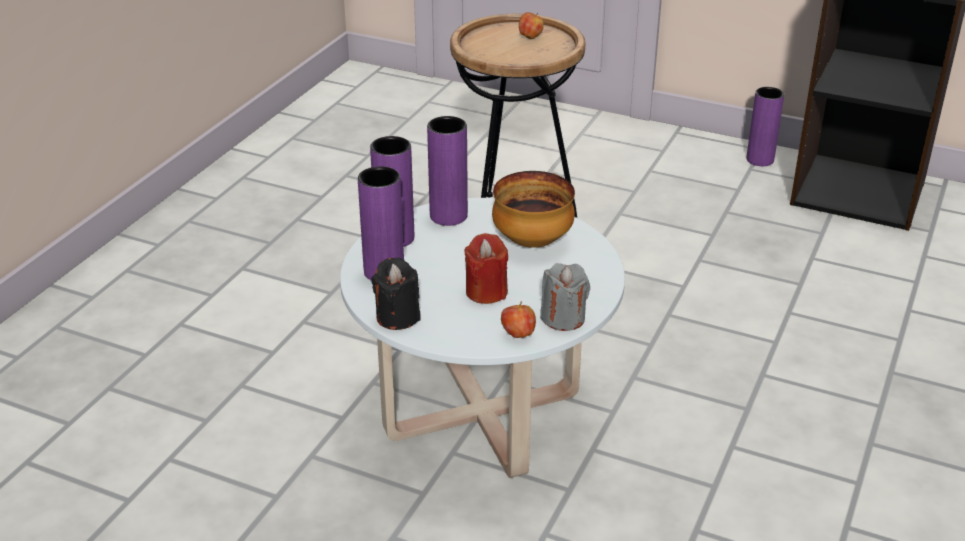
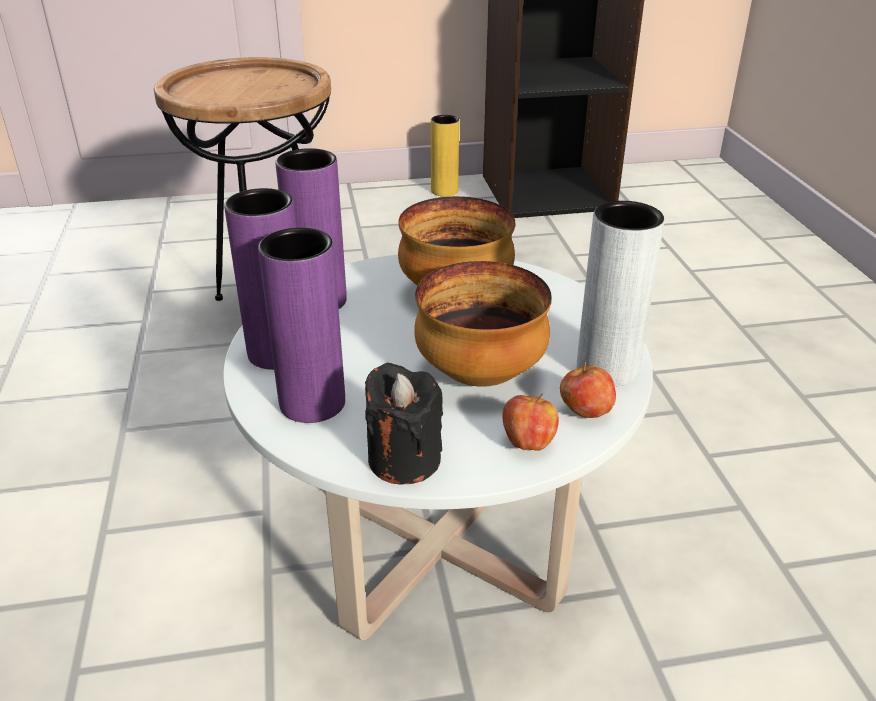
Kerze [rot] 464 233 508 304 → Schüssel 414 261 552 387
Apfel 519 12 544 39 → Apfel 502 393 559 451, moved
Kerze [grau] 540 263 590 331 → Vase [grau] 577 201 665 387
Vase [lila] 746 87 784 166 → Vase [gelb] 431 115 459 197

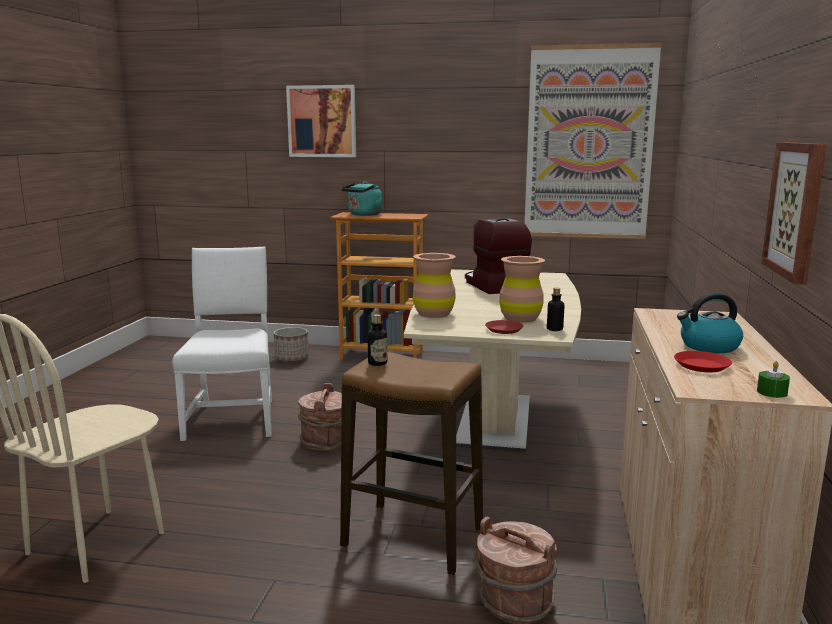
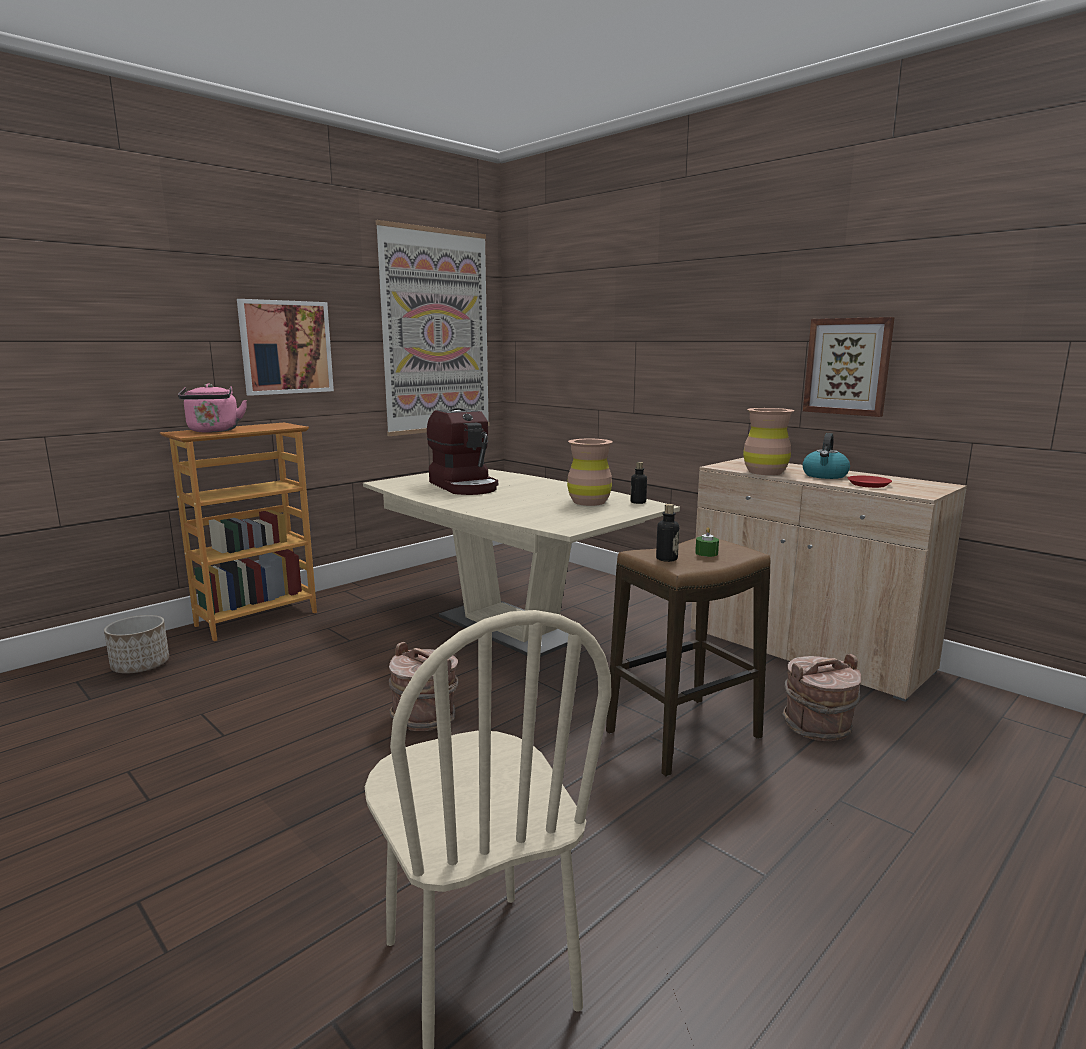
Stuhl [weiß] 172 247 272 441 → -
Bild 286 85 356 157 → Bild 237 299 334 396, moved
Wasserkessel [türkis] 341 181 383 216 → Wasserkessel [rosa] 178 383 247 432
Vase [braun] 413 253 456 318 → Vase [braun] 743 408 794 475, moved
Kaffeemaschine 465 218 532 294 → Kaffeemaschine 427 408 498 495, 135 degrees counterclockwise
Teller [rot] 485 320 524 334 → -
Kerze [grün] 757 361 790 398 → Kerze [grün] 695 527 719 557, moved

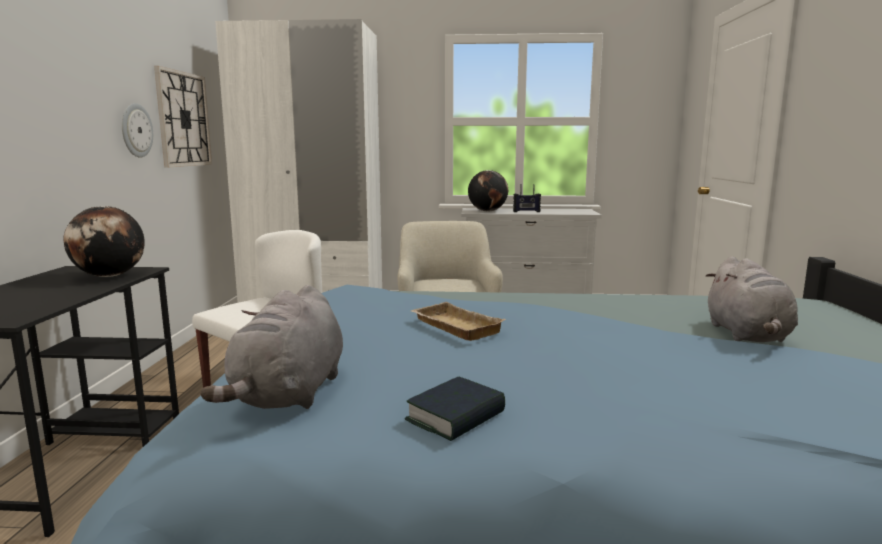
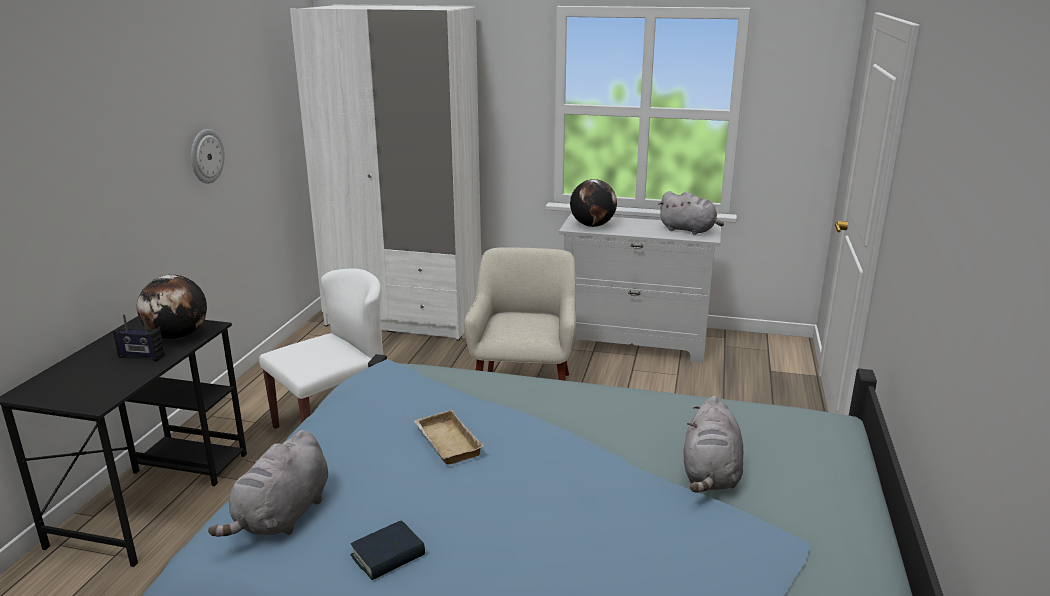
Wanduhr 154 66 212 167 → -
Radio 513 184 541 212 → Radio 113 314 165 361, moved
- → Plüschtier [grau] 658 191 724 235

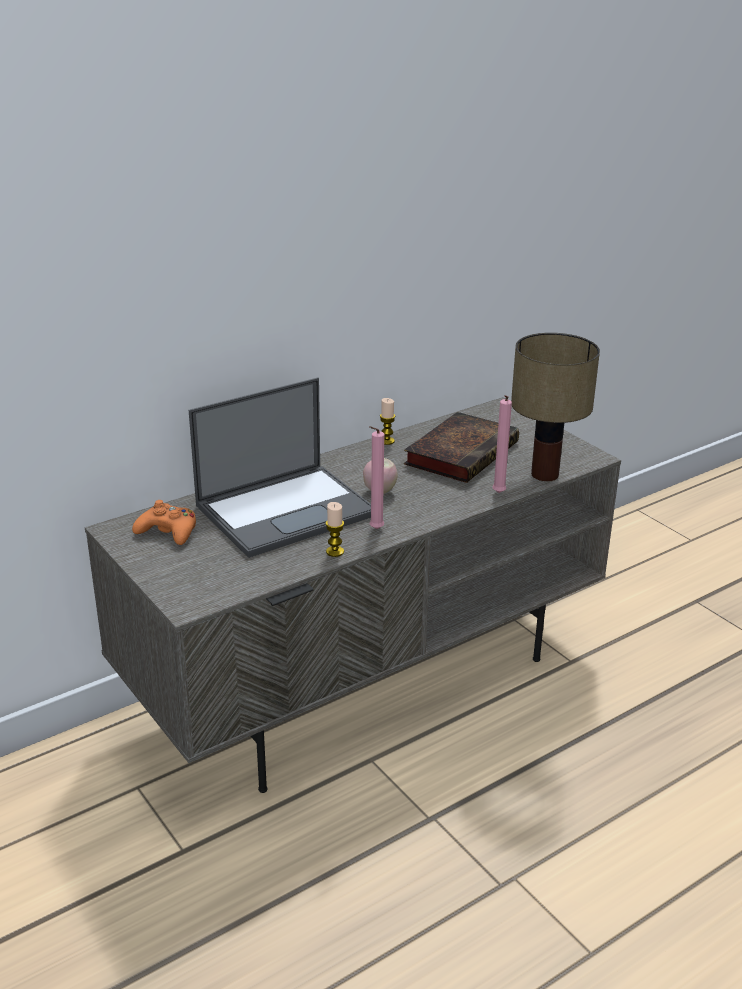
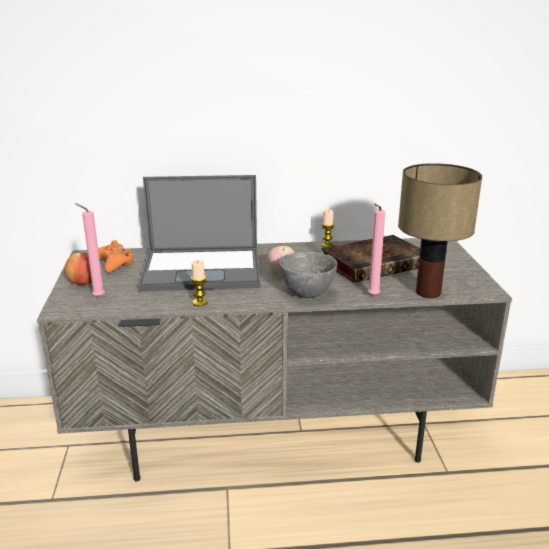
Kerze [rosa] 369 426 384 529 → Kerze [rosa] 75 203 105 297, moved
- → Apfel 65 252 92 285
- → Schüssel [grau] 279 251 337 298

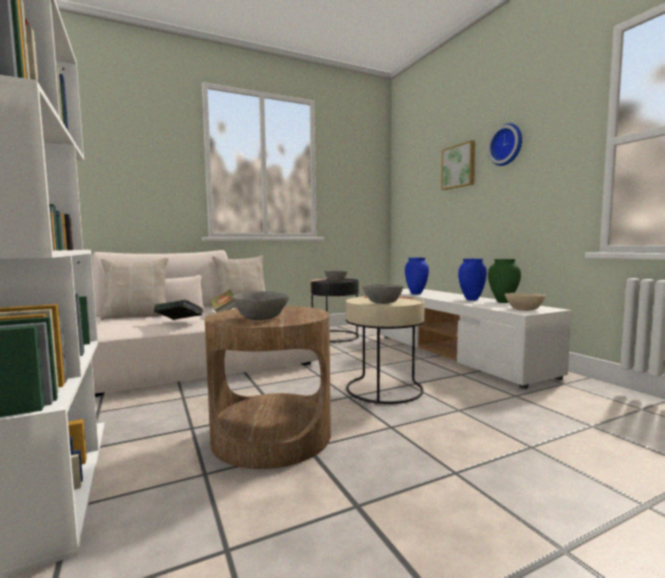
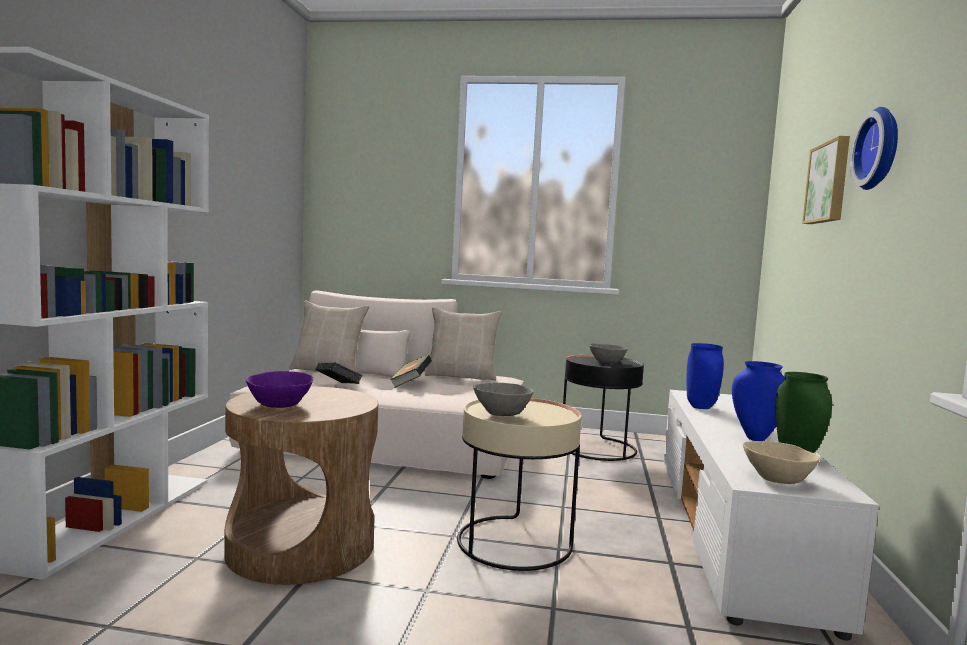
Schüssel [grau] 232 291 290 320 → Schüssel [lila] 246 371 314 408

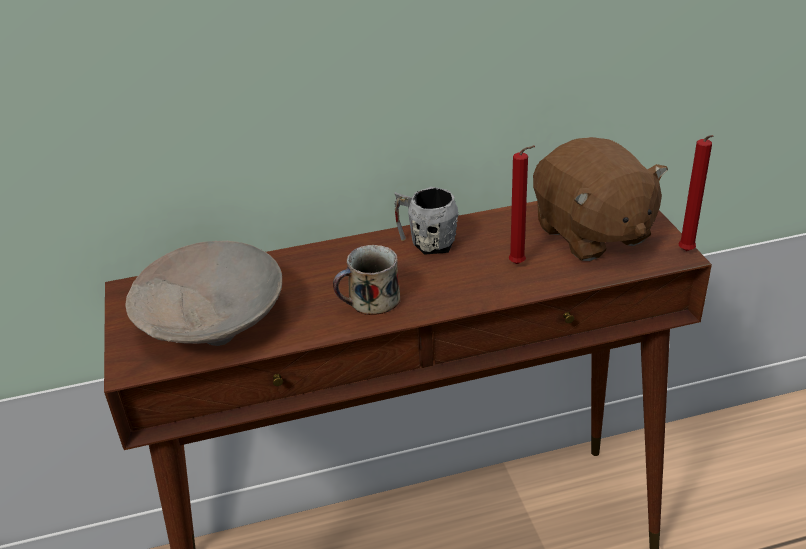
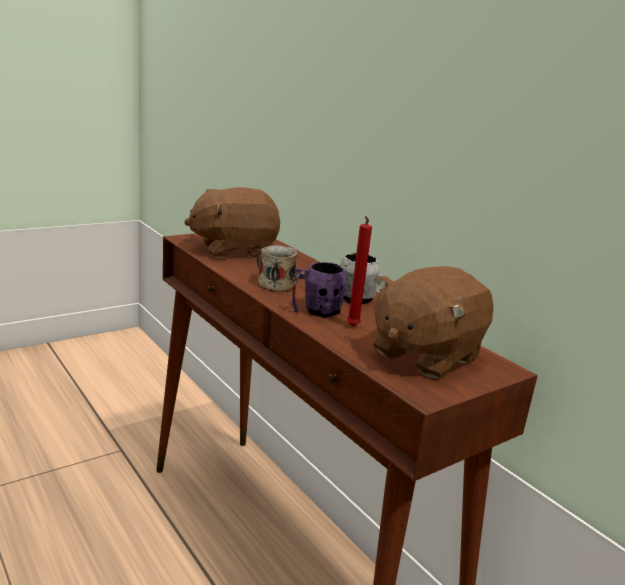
Schüssel [beige] 125 241 282 346 → Plüschtier [braun] 184 187 280 258
Kerze [rot] 679 135 713 251 → -
- → Henkelbecher [lila] 292 262 347 317

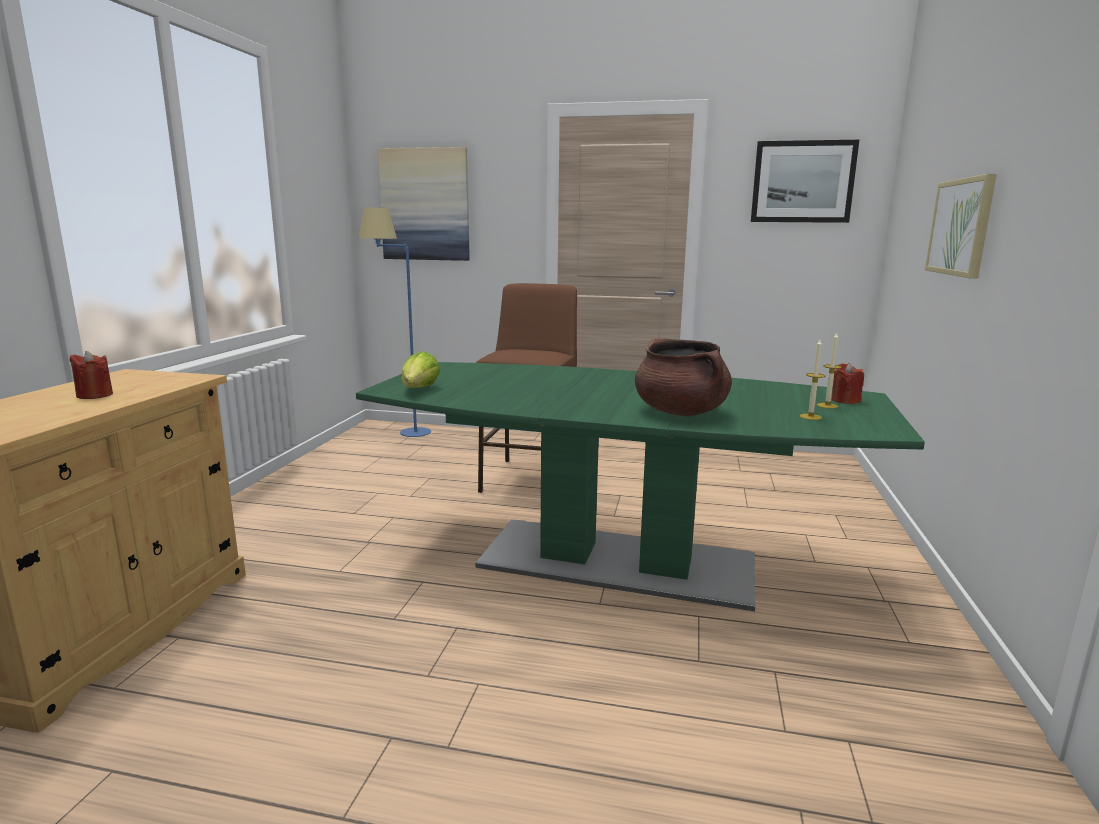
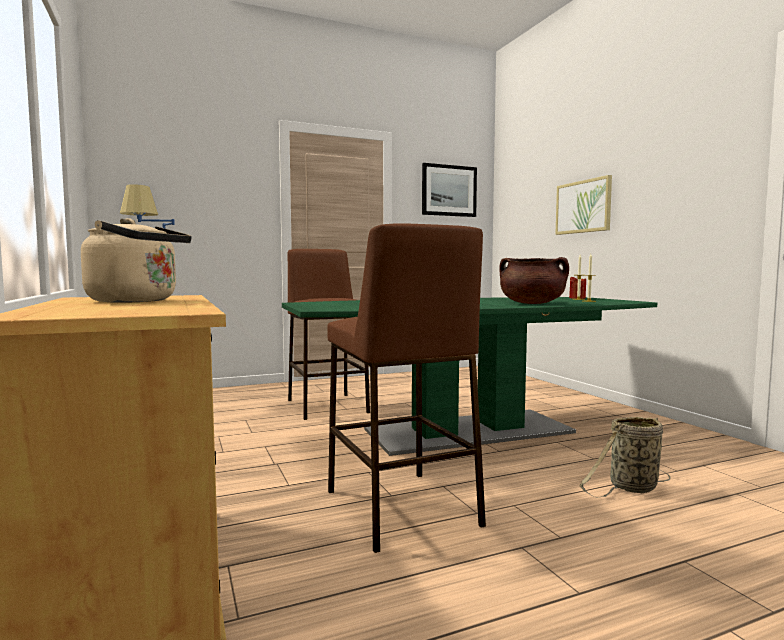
Kerze [rot] 70 351 113 399 → Wasserkessel [beige] 81 218 192 303
Bild 378 147 470 261 → -
Salatkopf 402 351 440 388 → -
- → Hocker [braun] 327 223 486 553
- → Korb 580 417 671 498

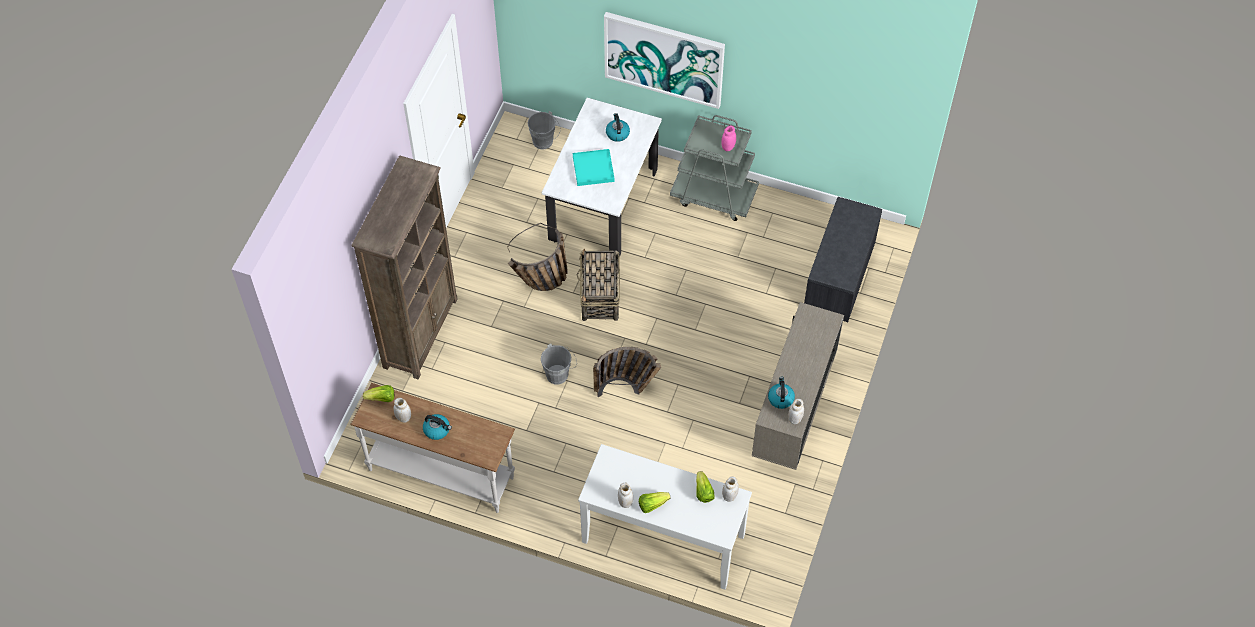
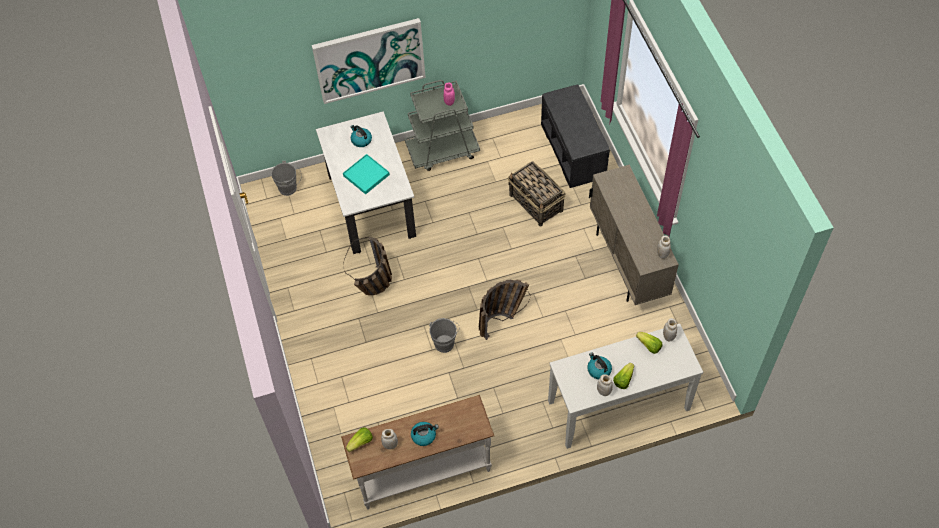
Bücherregal [braun] 352 155 458 380 → -
Korb 577 249 620 321 → Korb 508 161 565 226, moved
Wasserkessel 768 377 795 409 → Wasserkessel 587 352 612 379, moved

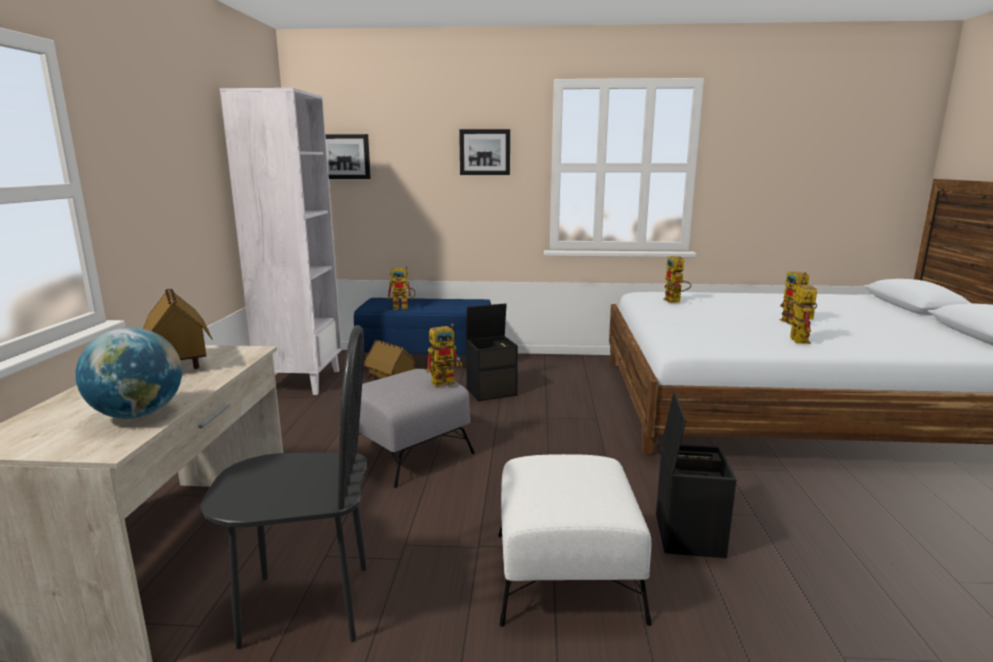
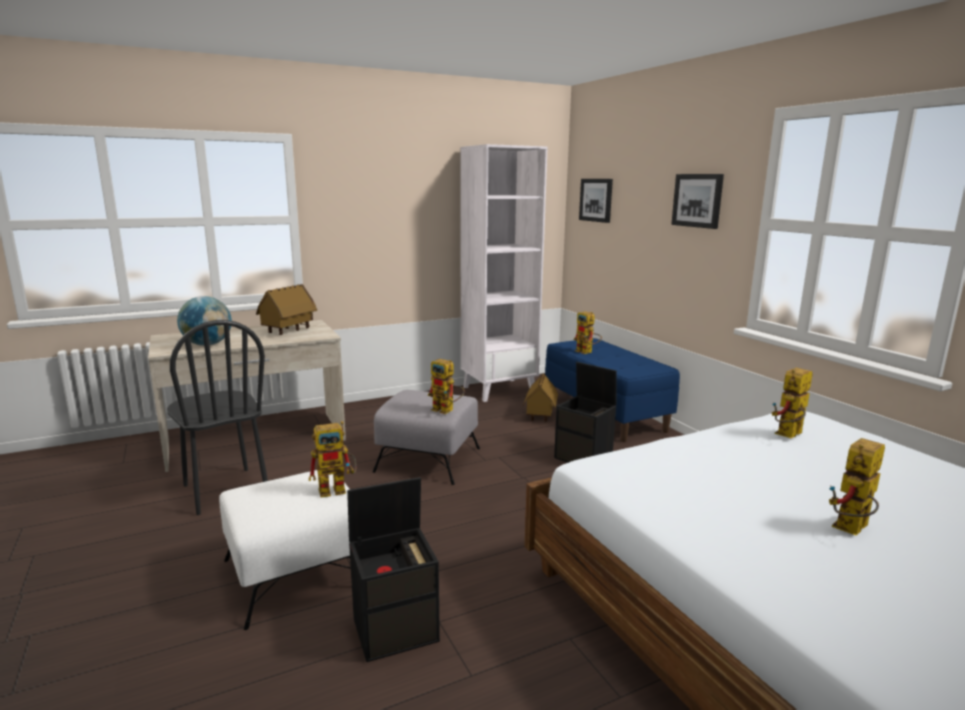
Spielzeugroboter 782 281 817 344 → Spielzeugroboter 309 421 356 498, moved

